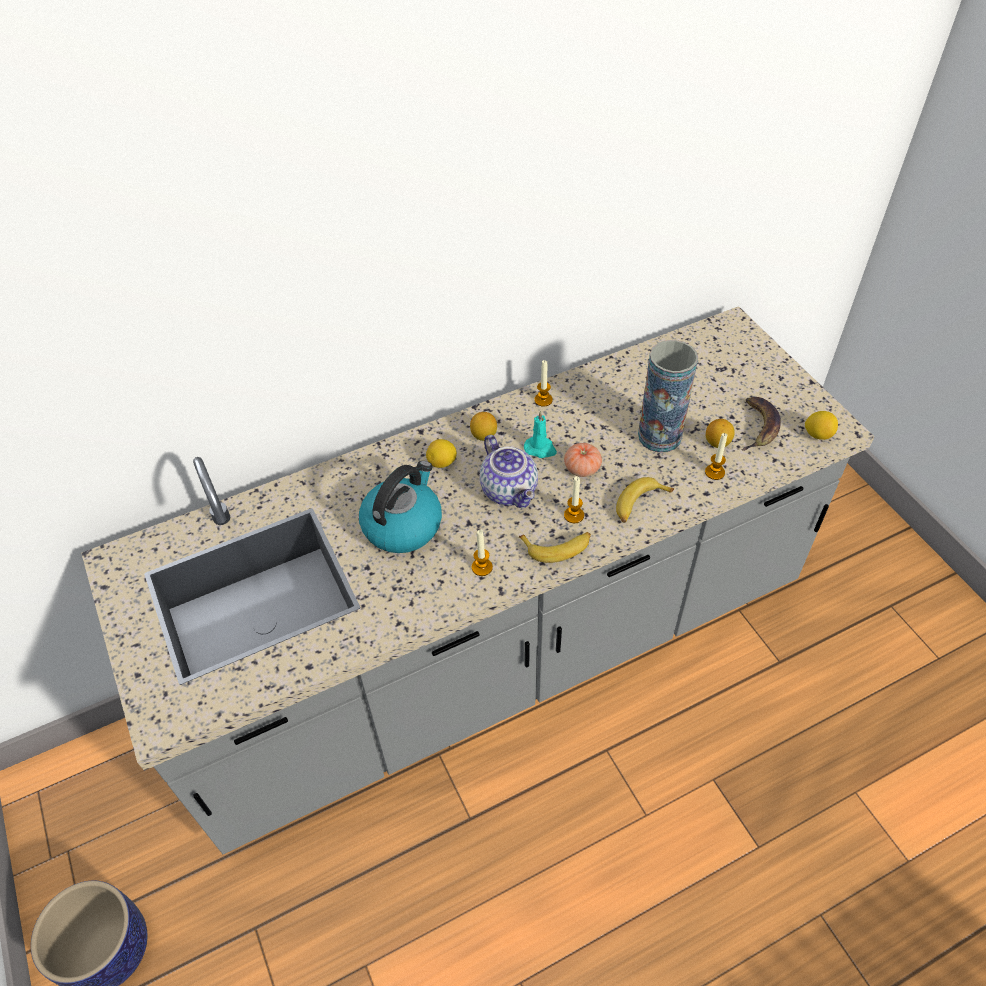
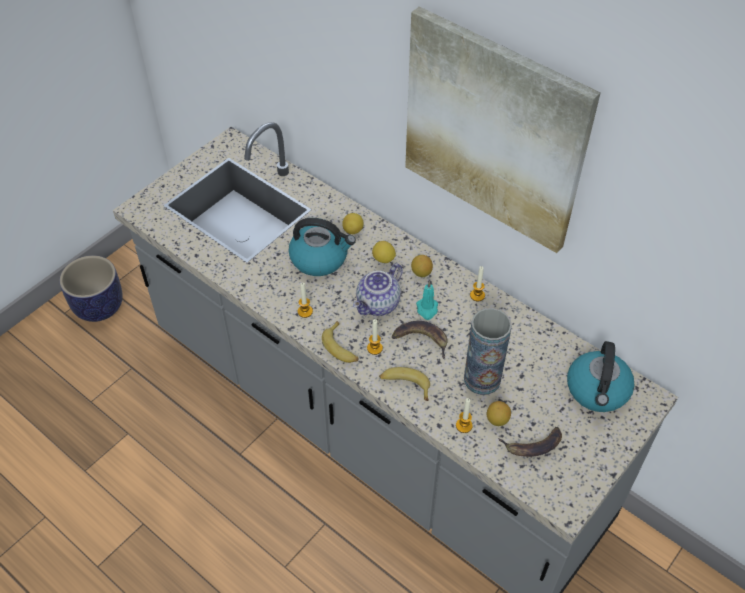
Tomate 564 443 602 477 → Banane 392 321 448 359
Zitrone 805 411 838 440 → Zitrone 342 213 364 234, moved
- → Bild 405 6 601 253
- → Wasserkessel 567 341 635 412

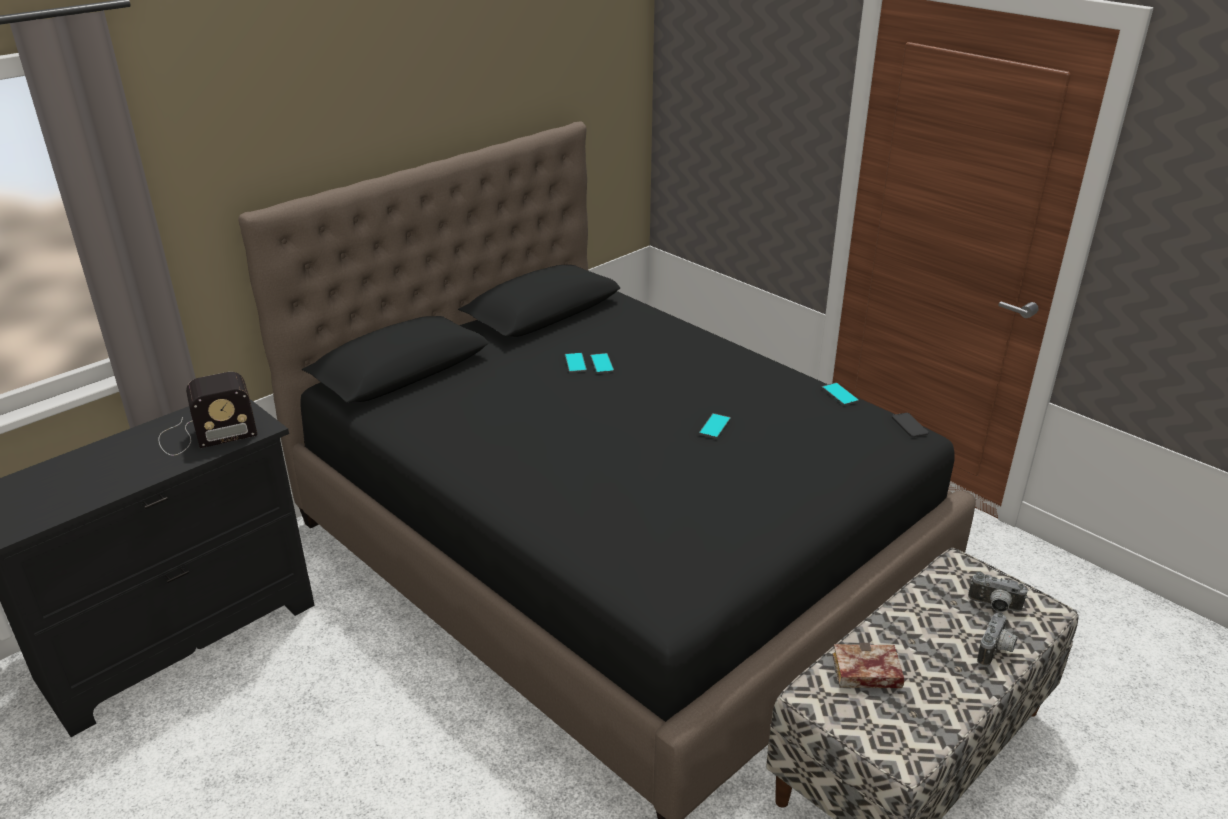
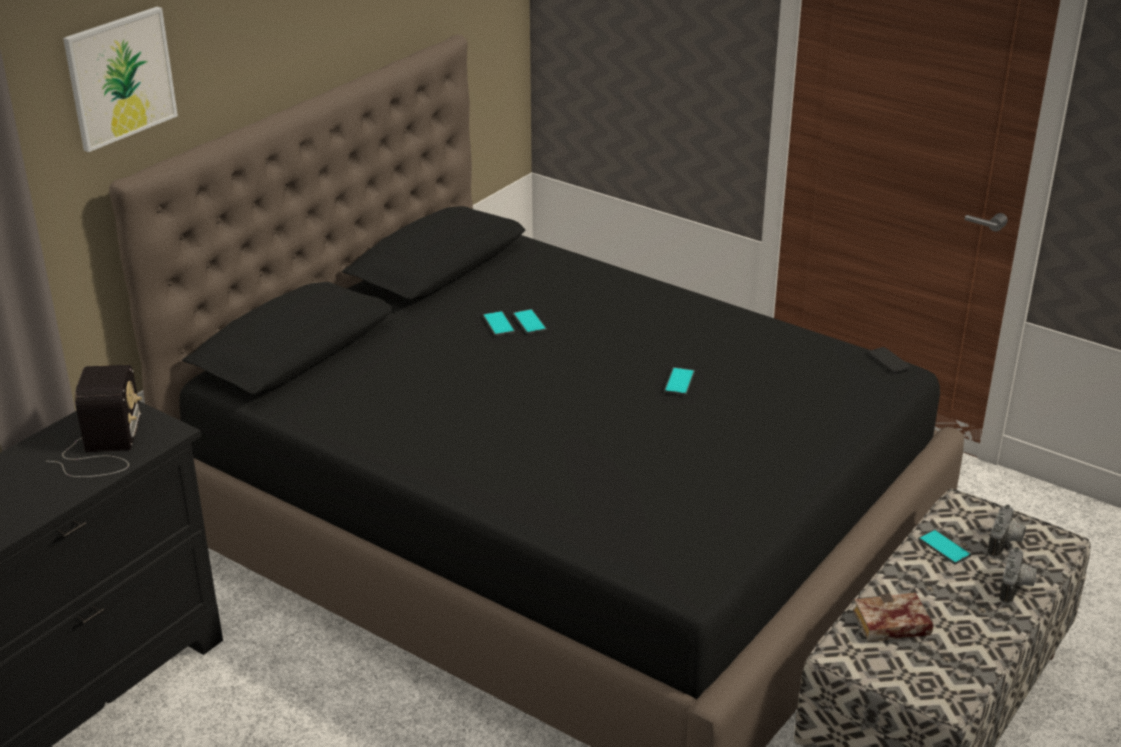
Radio 158 372 258 456 → Radio 46 365 142 477, 60 degrees counterclockwise
Handy 821 382 859 406 → Handy 918 529 971 565, moved
Kamera 968 572 1028 612 → Kamera 988 505 1026 558, 75 degrees counterclockwise
- → Bild 63 7 178 152

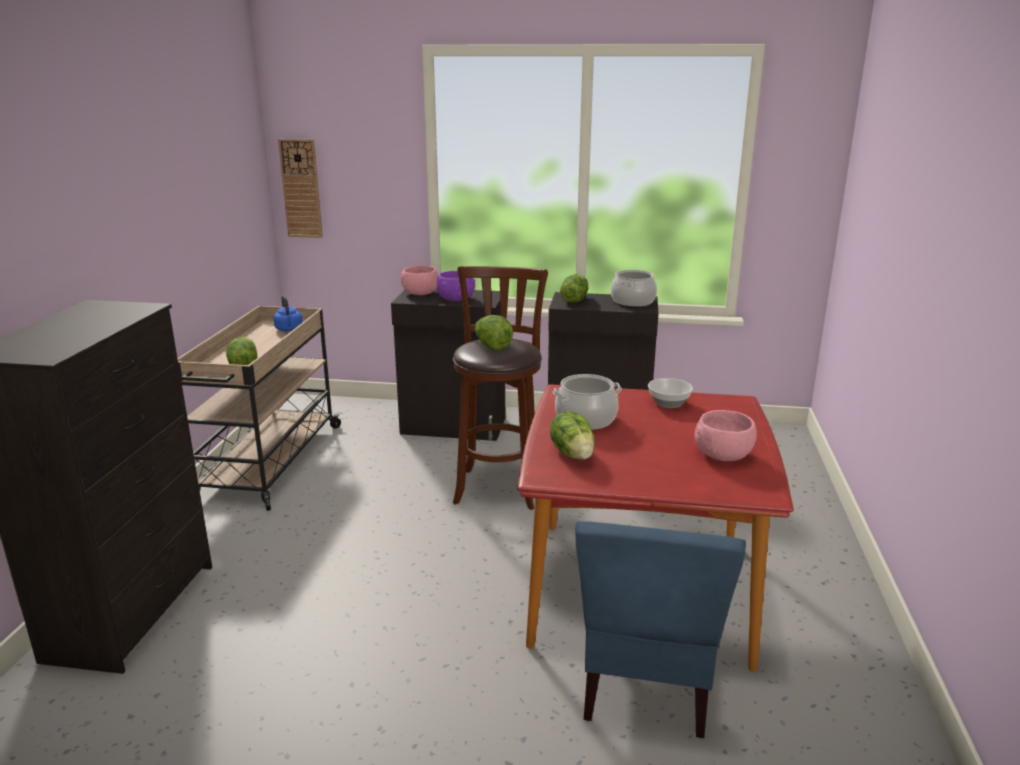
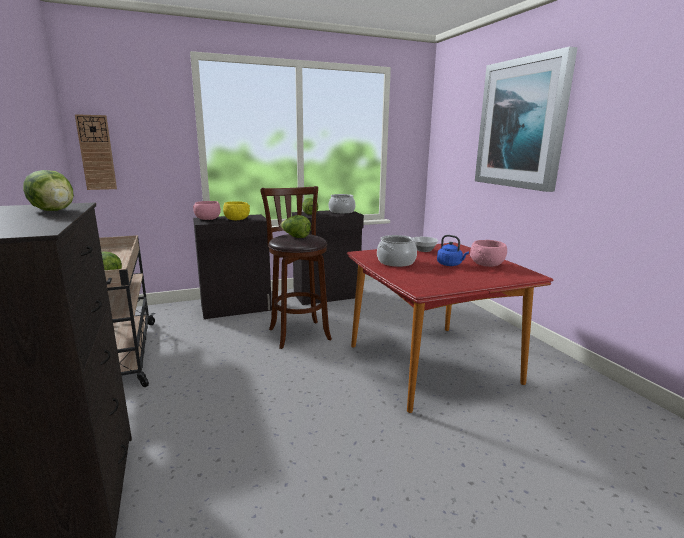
Wasserkessel [blau] 274 295 303 331 → Wasserkessel [blau] 437 235 469 266, moved
Schüssel [lila] 437 271 475 301 → Schüssel [gelb] 223 201 250 220
Salatkopf 550 411 595 459 → Salatkopf 23 170 74 211, moved
Stuhl [blau] 576 521 746 738 → -
- → Bild 475 46 578 192

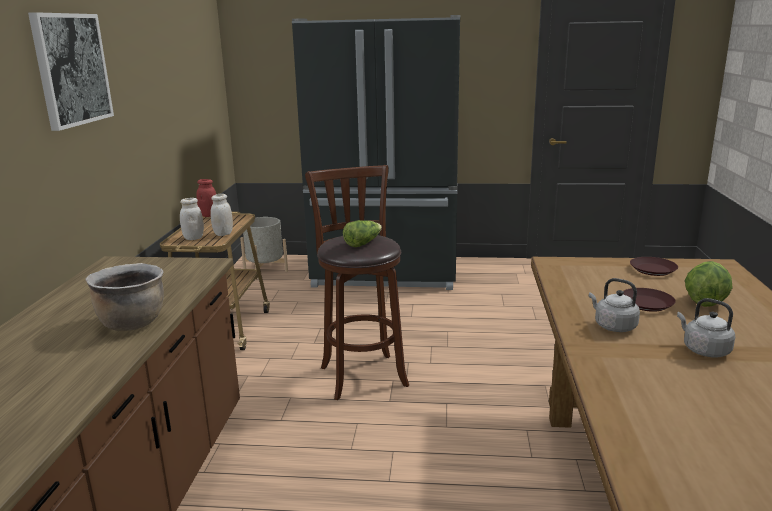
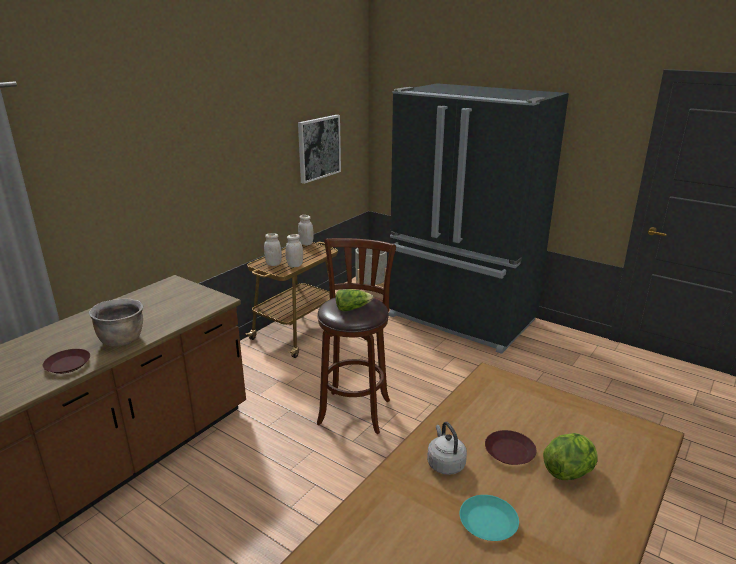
Bild 28 12 114 131 → Bild 298 115 341 184, moved
Vorratsglas [rot] 197 179 216 217 → Vorratsglas [weiß] 298 215 314 245
Teller [braun] 630 257 678 276 → Teller [braun] 43 349 90 374, moved
Wasserkessel [grau] 677 298 735 357 → Teller [türkis] 460 495 519 541

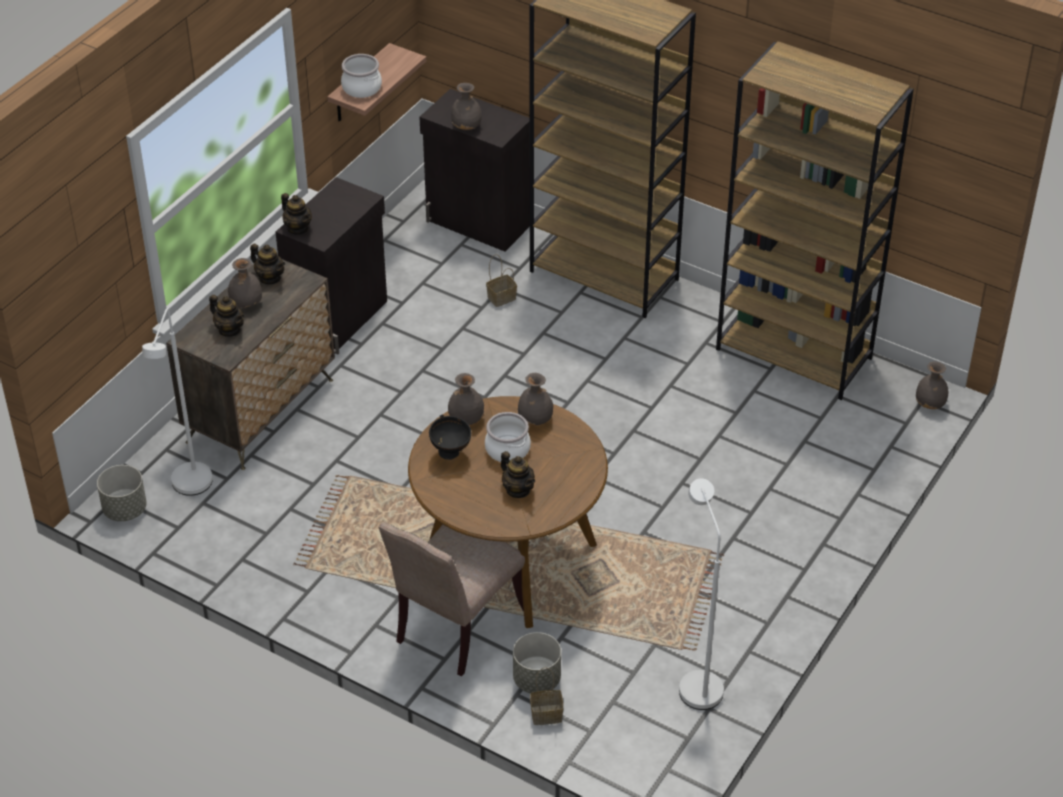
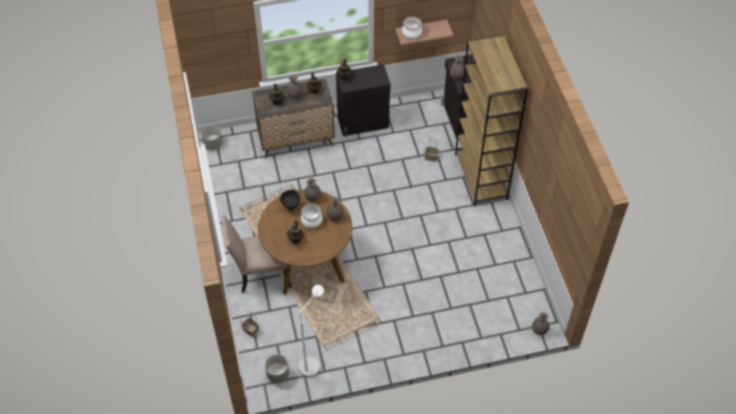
Stehlampe [weiß] 142 308 213 496 → -
Pflanzkübel [grau] 513 632 561 693 → Pflanzkübel [grau] 265 354 289 384, moved
Bücherregal [braun] 716 41 914 400 → -

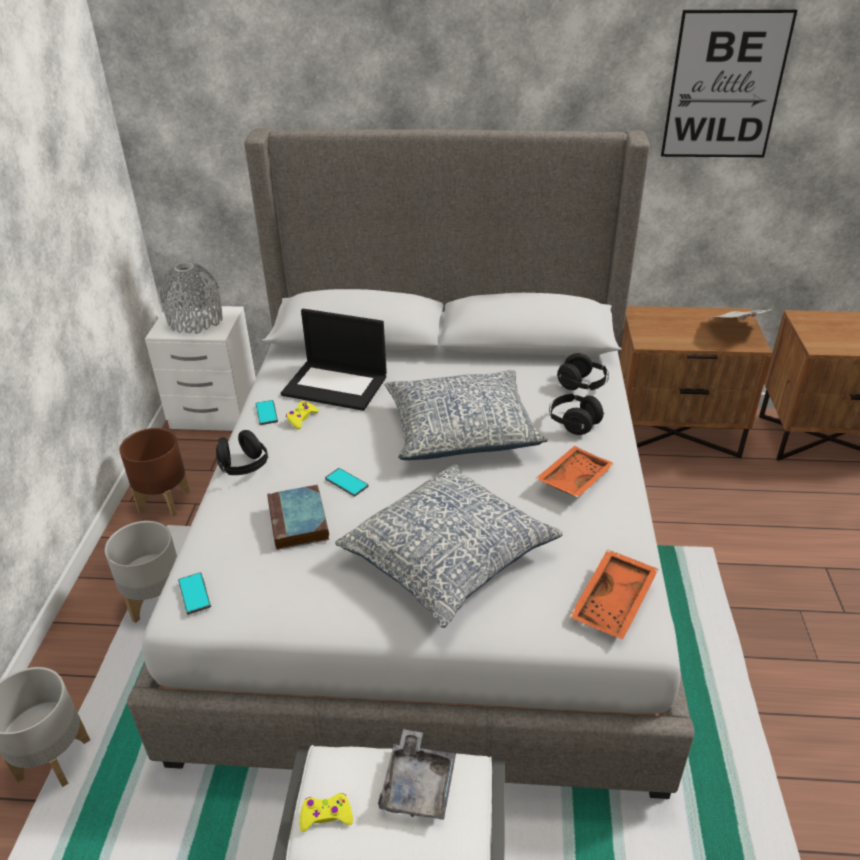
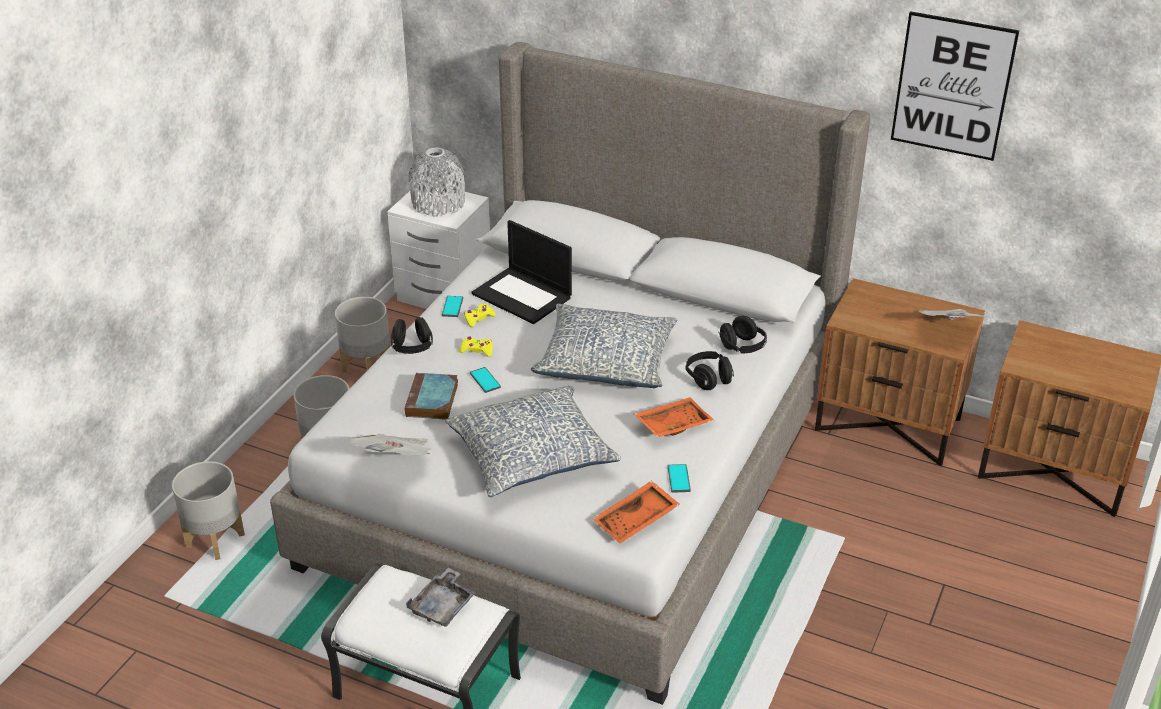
Pflanzkübel [braun] 119 428 190 516 → Pflanzkübel [grau] 335 297 390 373
Handy 178 572 211 615 → Handy 668 464 691 493, moved
Gamepad [gelb] 300 793 353 832 → Gamepad [gelb] 460 337 493 357, moved
- → Zeitung 349 434 431 455

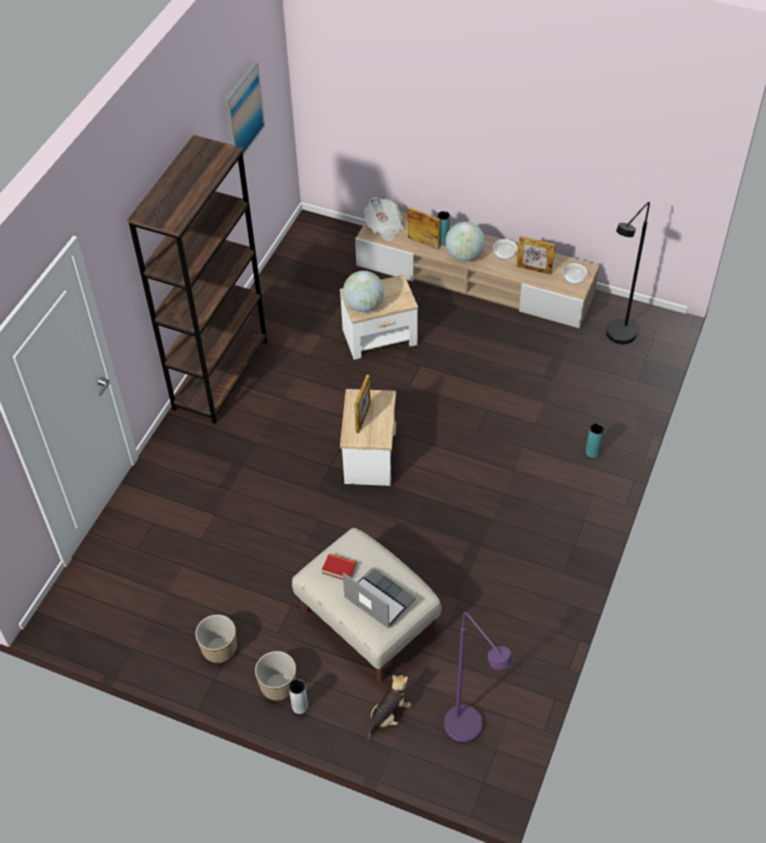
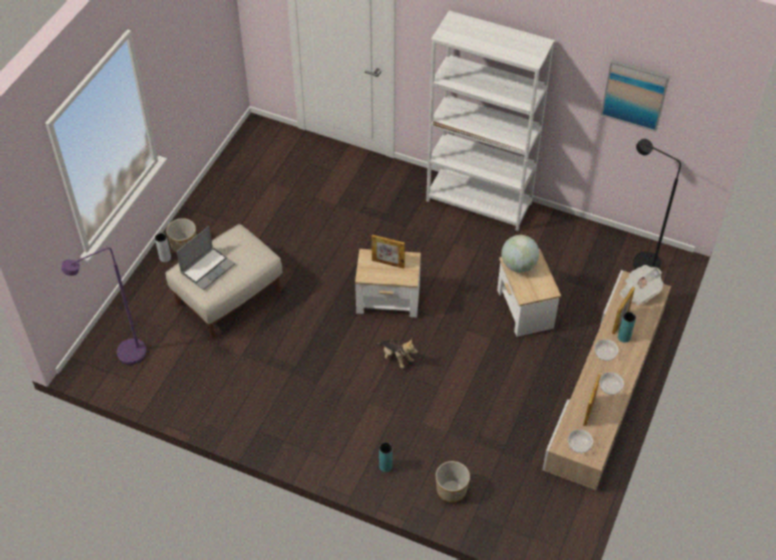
Bücherregal [braun] 127 135 268 424 → Bücherregal [weiß] 426 11 555 231
Pflanzkübel 195 615 237 663 → Pflanzkübel 436 461 470 503, moved
Buch 322 553 357 580 → -
Plüschtier 367 675 411 741 → Plüschtier 376 339 418 368, moved
Globus 445 222 485 261 → Schüssel 595 339 619 361
Stehlampe [schwarz] 606 202 650 344 → Stehlampe [schwarz] 633 139 681 270, moved

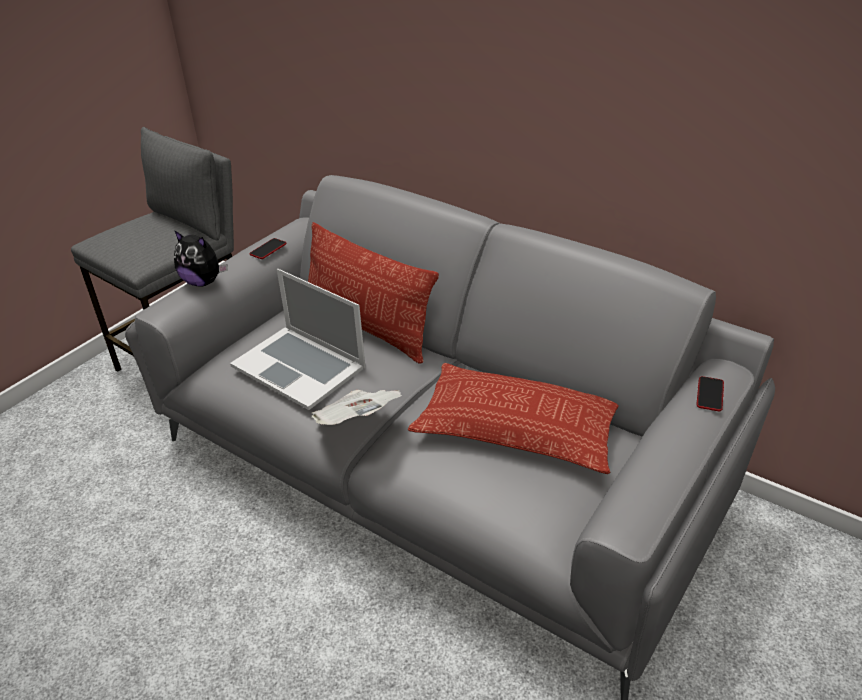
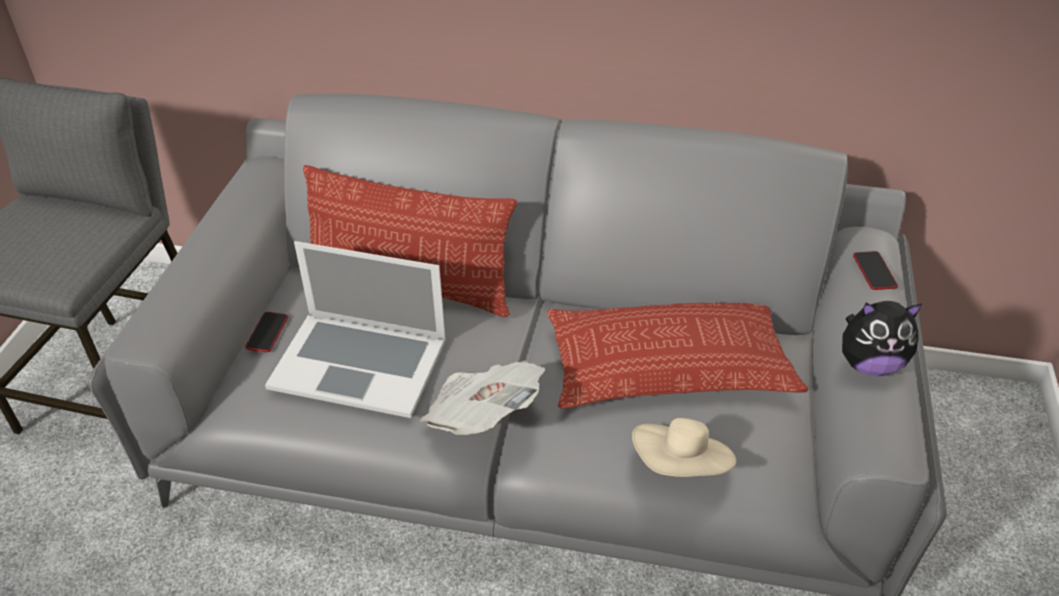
Plüschtier 174 230 228 287 → Plüschtier 842 301 923 376, moved
Handy 249 238 287 259 → Handy 245 312 288 352, moved
- → Hut [beige] 632 418 736 477

